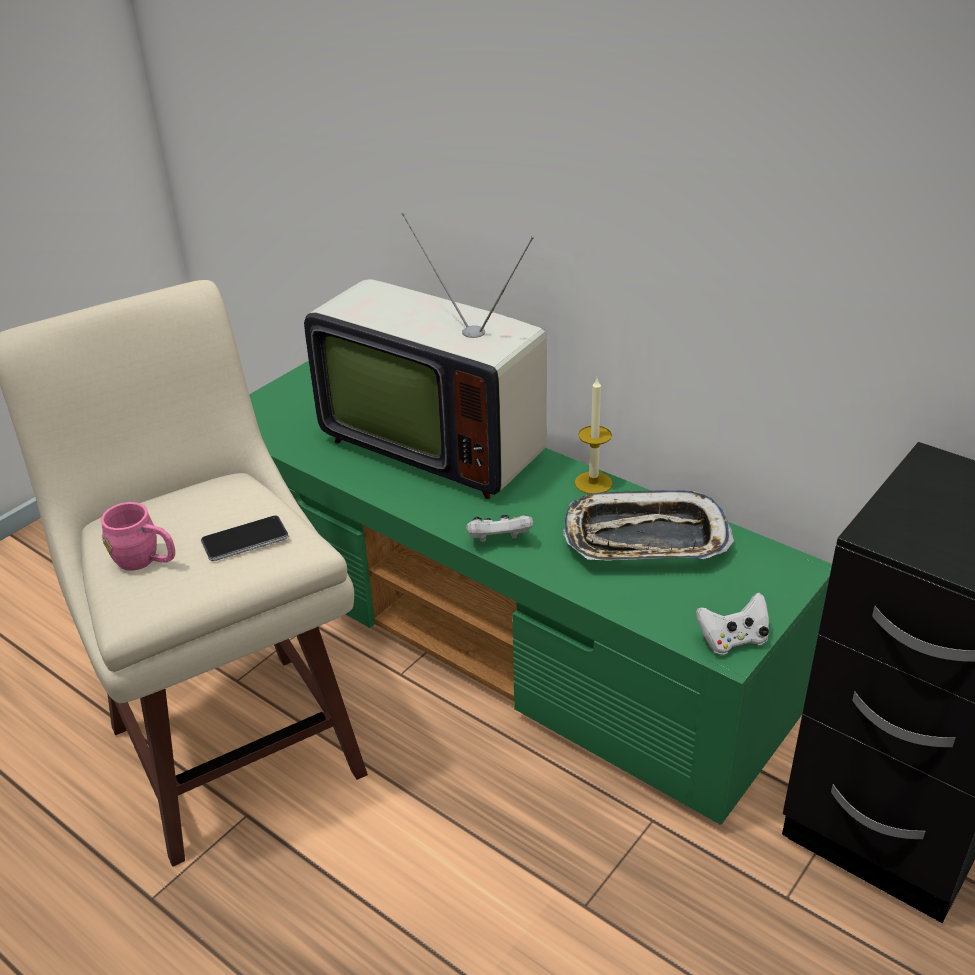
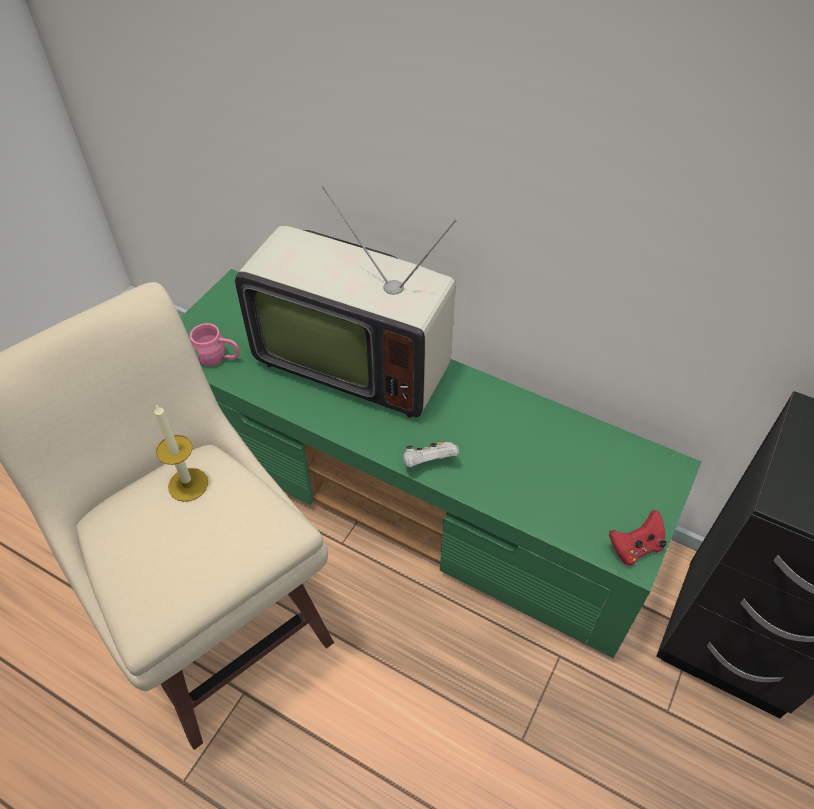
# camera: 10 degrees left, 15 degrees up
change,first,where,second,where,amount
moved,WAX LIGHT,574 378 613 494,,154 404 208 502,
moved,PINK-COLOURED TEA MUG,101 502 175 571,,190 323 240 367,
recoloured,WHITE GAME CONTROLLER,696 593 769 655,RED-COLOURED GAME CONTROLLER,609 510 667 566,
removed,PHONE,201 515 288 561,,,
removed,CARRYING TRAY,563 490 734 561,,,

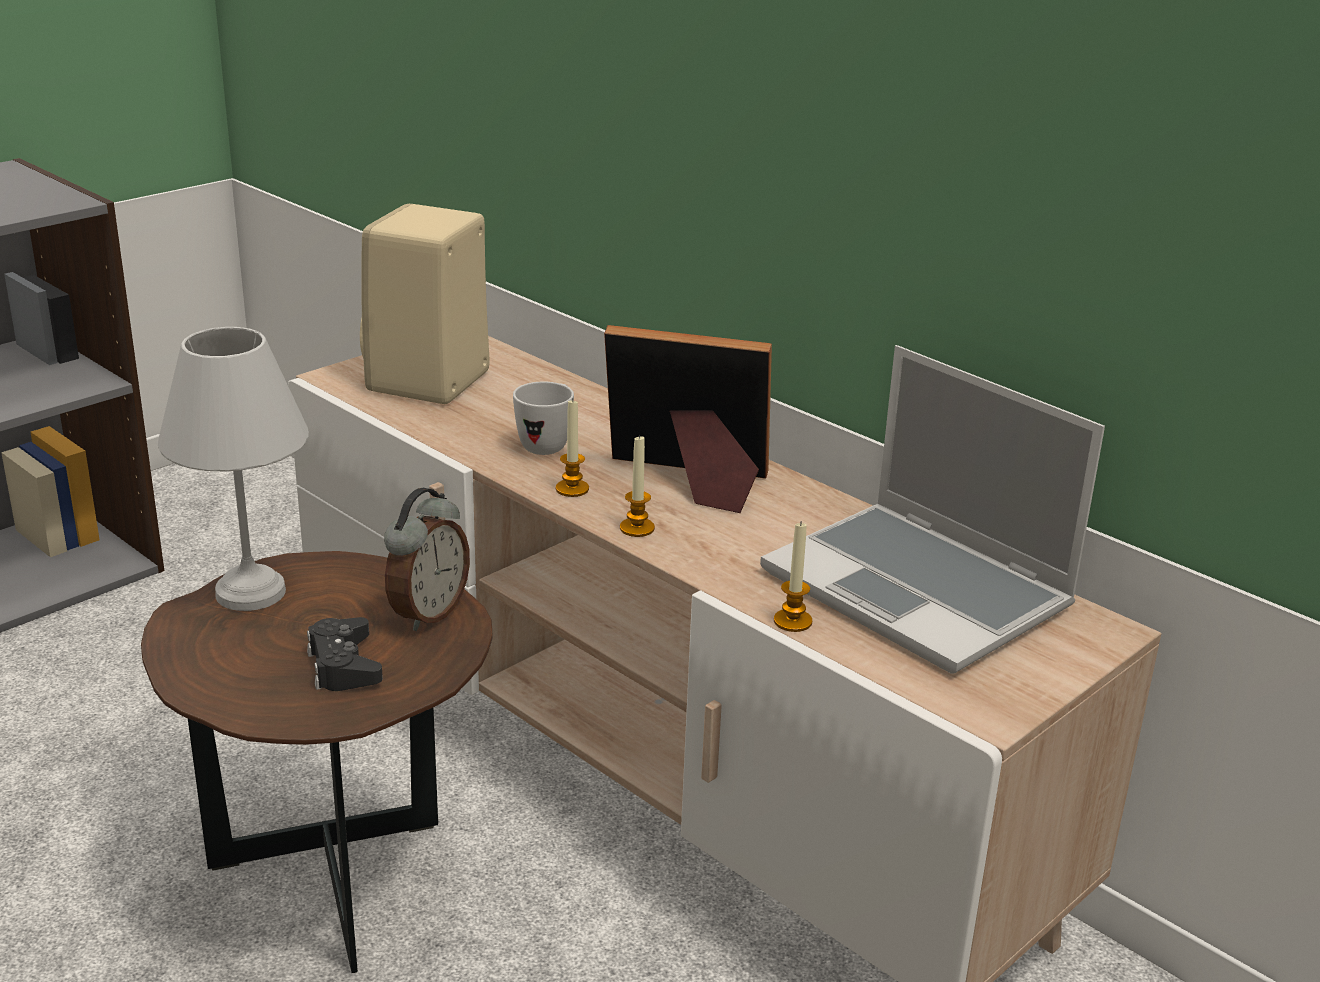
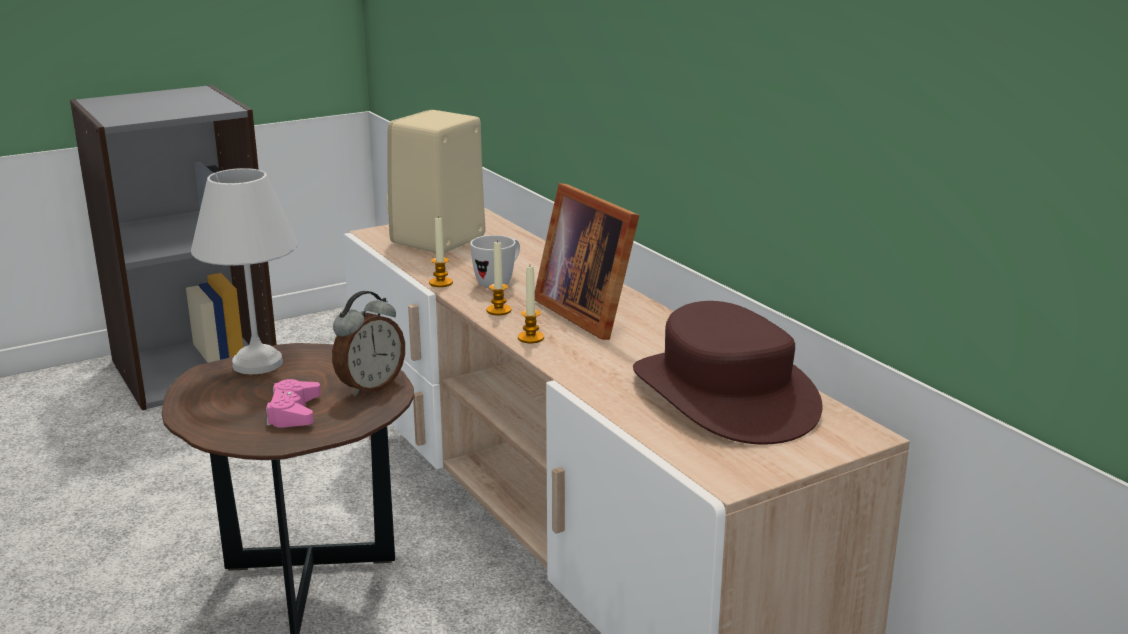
# camera: 15 degrees right, 5 degrees down
change,first,where,second,where,amount
recoloured,BLACK-COLOURED GAME CONTROLLER,307 617 383 691,PINK-COLOURED GAME CONTROLLER,266 379 321 428,
moved,WAX LIGHT,774 521 812 632,,429 217 453 287,
turned,STANDING FRAME,604 325 772 513,,535 183 639 340,150 degrees counterclockwise
replaced,NOTEBOOK COMPUTER,760 345 1105 673,BROWN CLOTHING HAT,633 301 823 445,

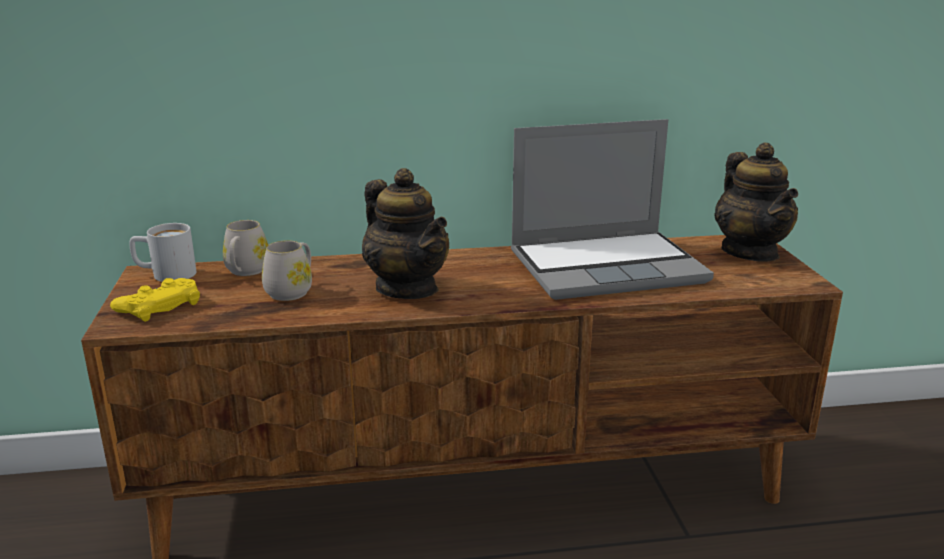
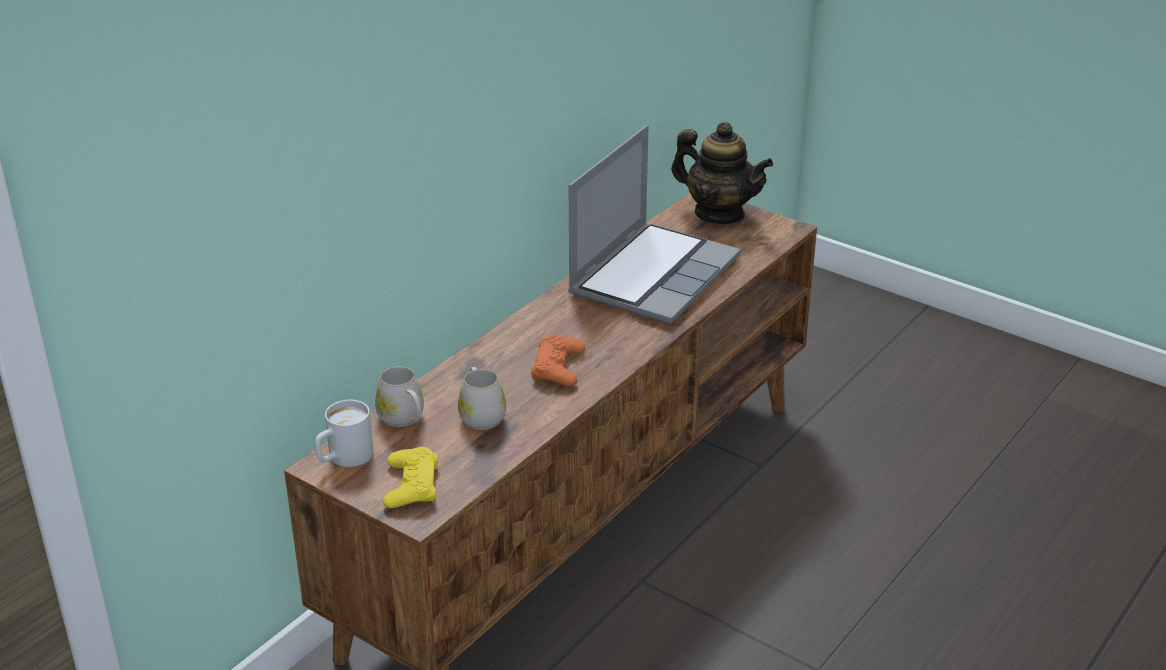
# camera: 45 degrees left, 10 degrees up
change,first,where,second,where,amount
replaced,TEA POT,362 168 449 299,ORANGE-COLOURED GAME CONTROLLER,531 334 586 386,

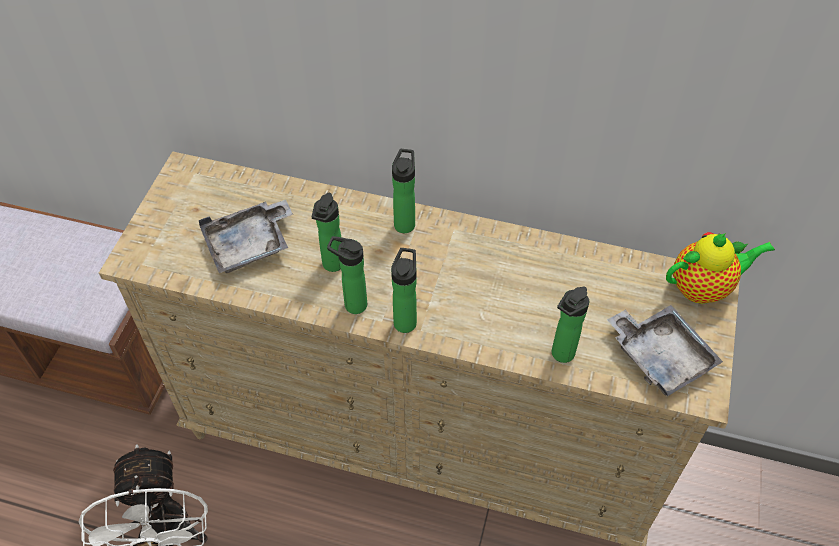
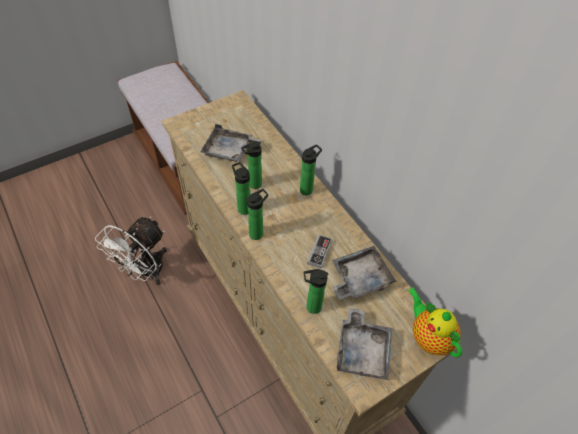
# camera: 40 degrees right, 0 degrees up
change,first,where,second,where,amount
added,,,GAME CONTROLLER,307 234 332 269,
added,,,GREY CARRYING TRAY,332 246 396 300,
turned,TEA POT,666 232 775 304,,407 287 462 358,150 degrees counterclockwise

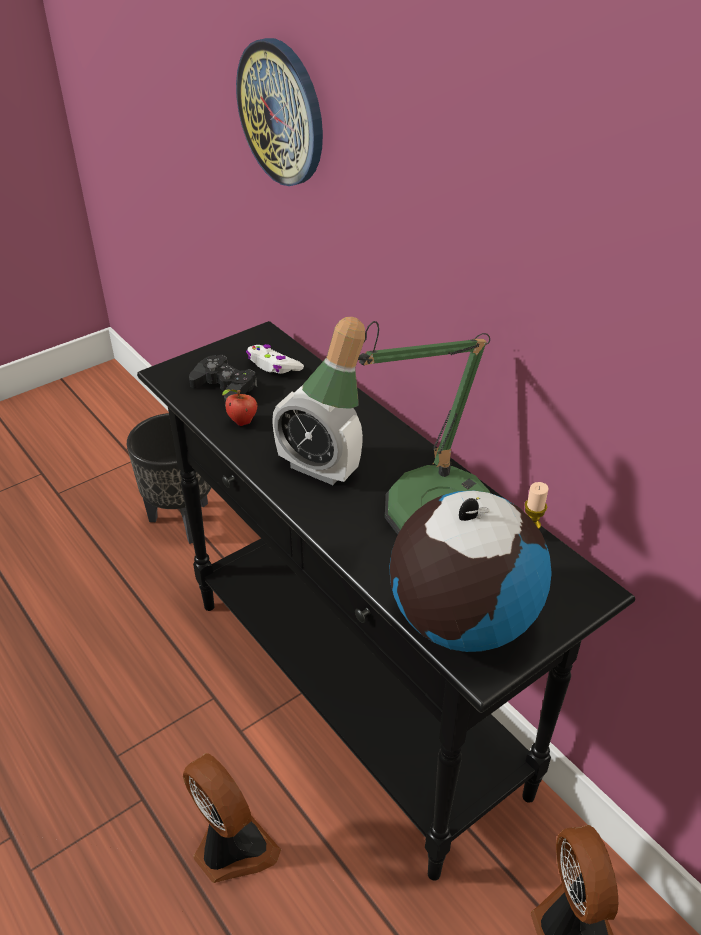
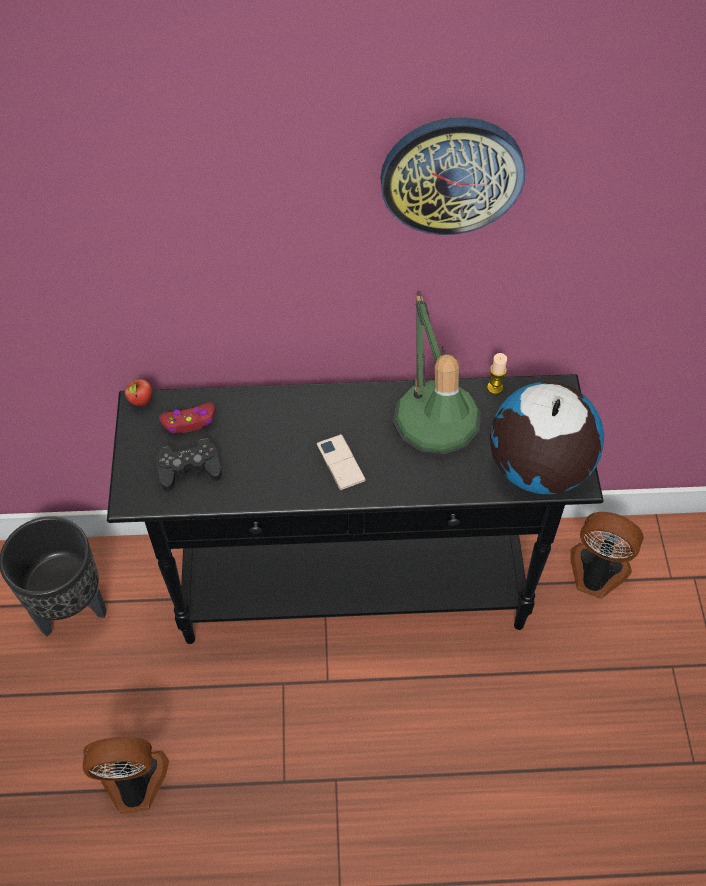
# camera: 55 degrees left, 15 degrees up
change,first,where,second,where,amount
moved,COOLING FAN,183 753 281 883,,83 737 169 814,
moved,WHOLE APPLE,222 389 257 426,,125 379 152 406,
recoloured,WHITE GAME CONTROLLER,246 344 304 374,RED-COLOURED GAME CONTROLLER,159 403 215 433,
replaced,TABLE CLOCK,272 385 363 485,PHONE,317 434 366 490,
moved,WALL CLOCK,236 38 323 186,,380 117 525 235,

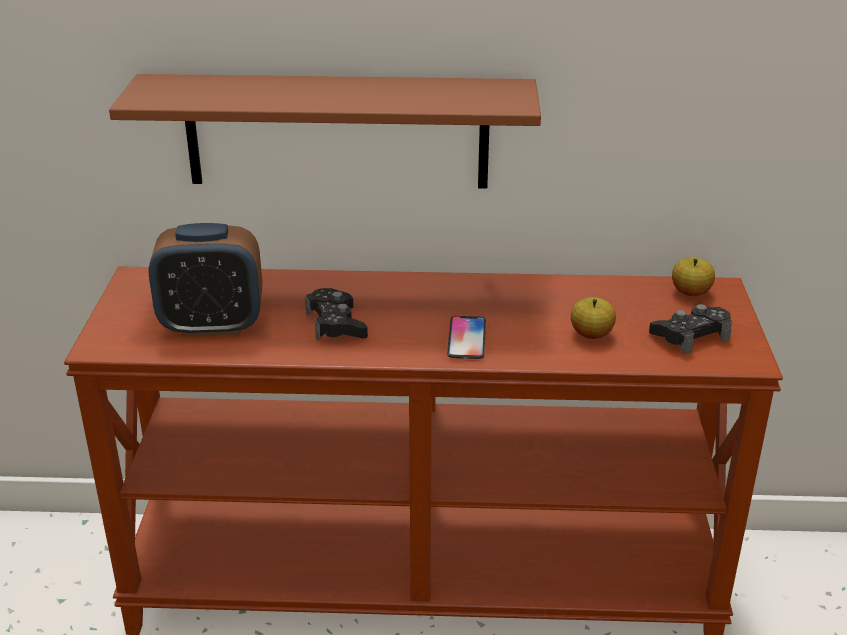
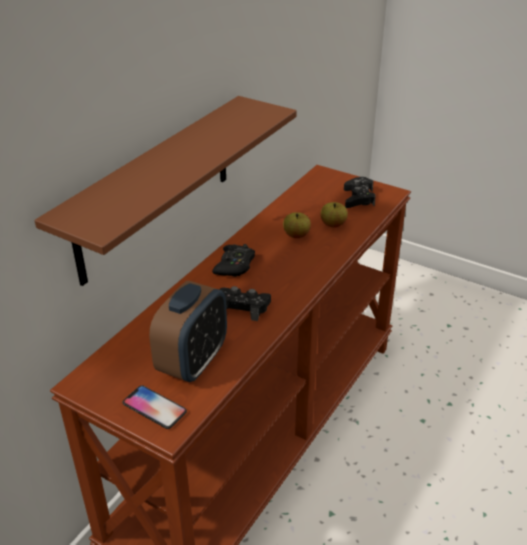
# camera: 60 degrees left, 5 degrees up
change,first,where,second,where,amount
moved,PHONE,447 316 486 359,,123 386 187 429,
added,,,BLACK-COLOURED GAME CONTROLLER,212 244 255 277,
moved,WHOLE APPLE,672 258 715 296,,283 212 311 238,

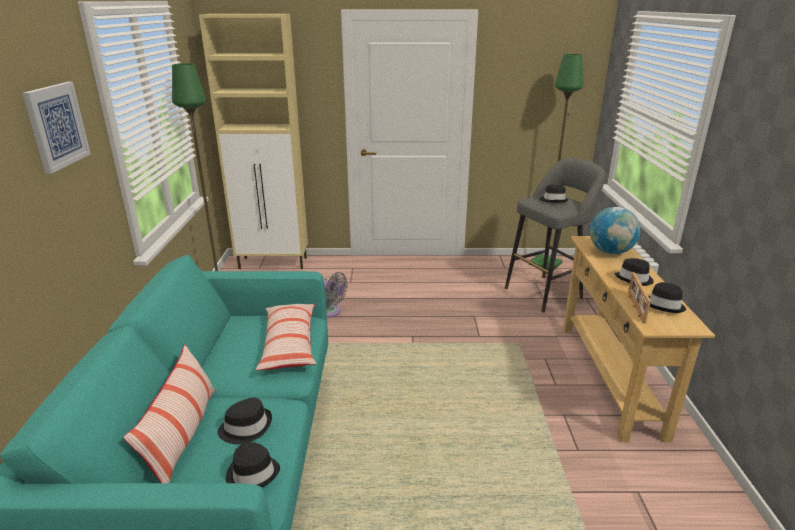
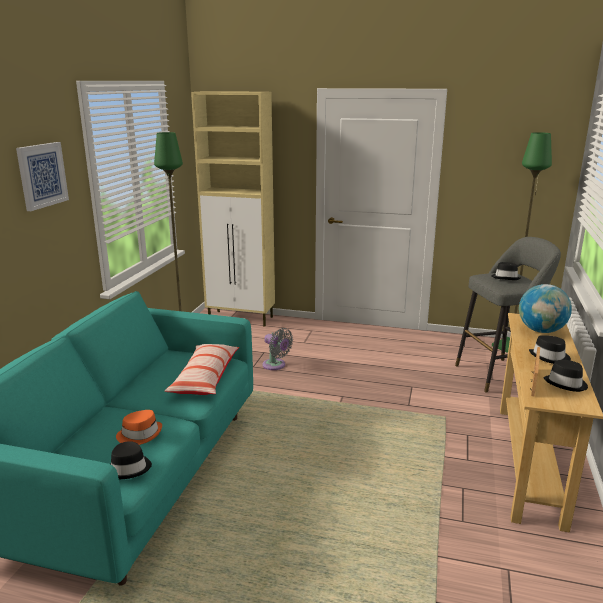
# camera: 15 degrees right, 5 degrees down
change,first,where,second,where,amount
recoloured,BLACK-COLOURED CLOTHING HAT,217 398 272 444,ORANGE-COLOURED CLOTHING HAT,116 410 162 445,
removed,PILLOW,123 344 216 483,,,

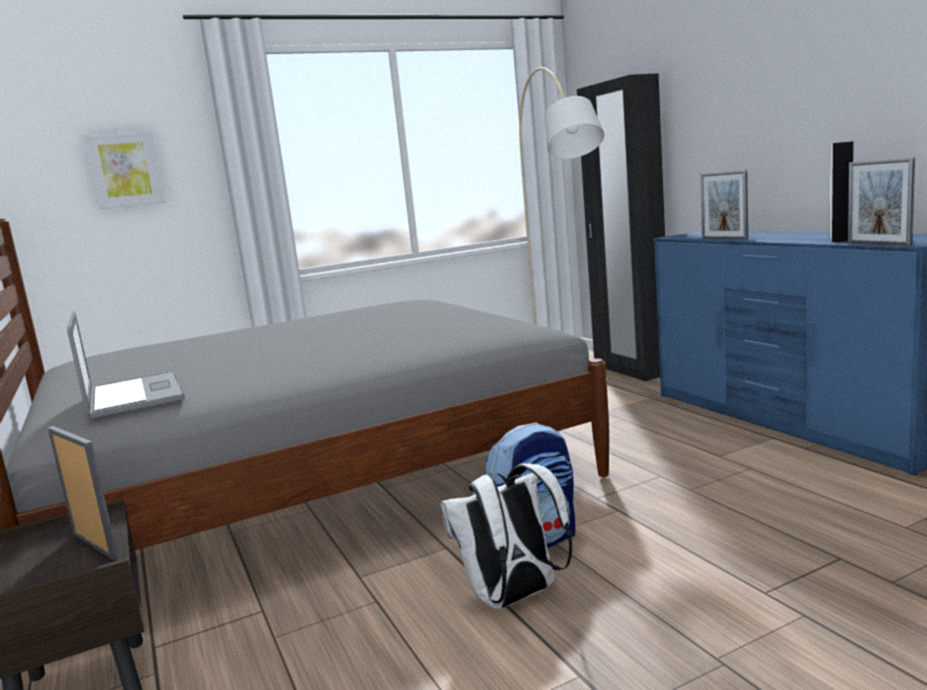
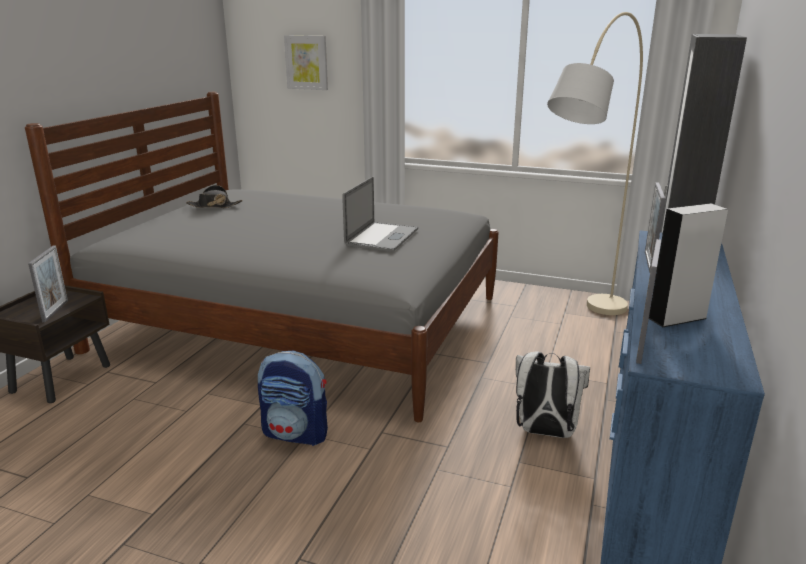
# camera: 45 degrees right, 10 degrees up
change,first,where,second,where,amount
added,,,BLACK-COLOURED CLOTHING HAT,186 185 243 208,
moved,NOTEBOOK COMPUTER,67 311 185 418,,342 176 418 252,
moved,WHITE KNAPSACK,440 463 573 609,,516 351 590 438,

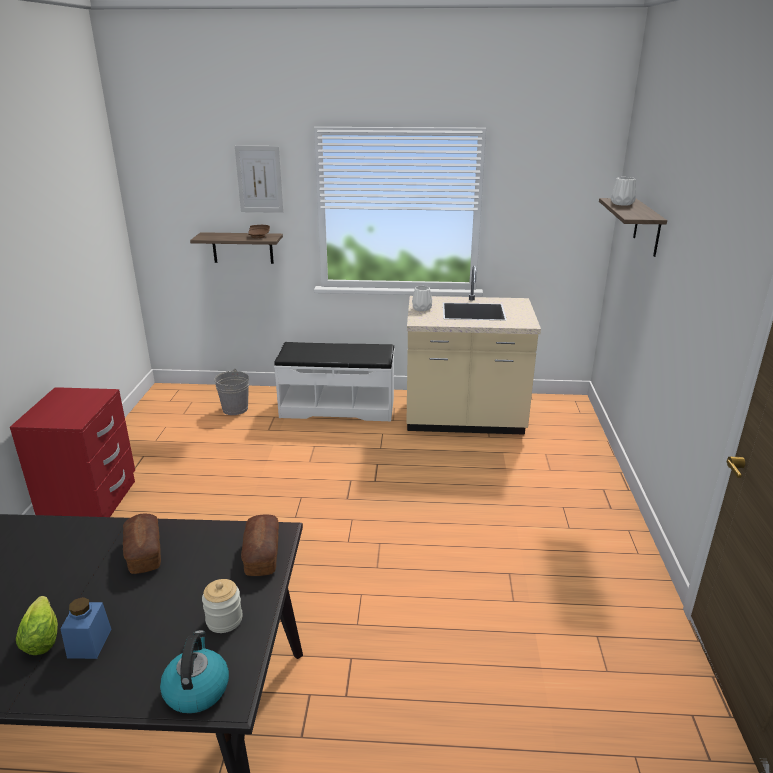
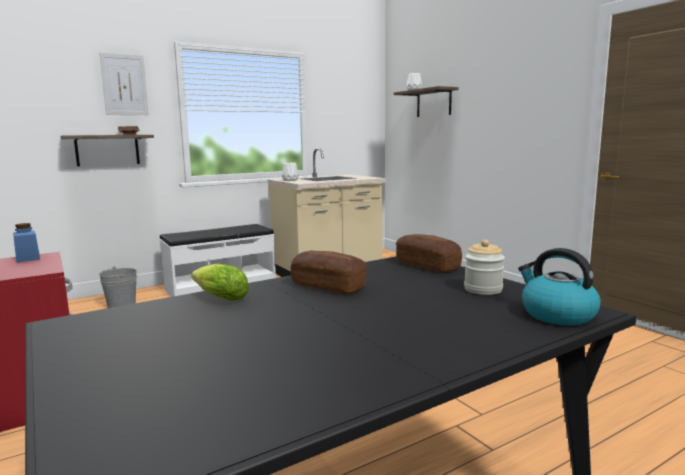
# camera: 35 degrees left, 15 degrees down
change,first,where,second,where,amount
moved,BLUE JAR,60 597 111 659,,13 223 40 263,
moved,HEAD OF LETTUCE,16 596 58 655,,191 264 249 301,

